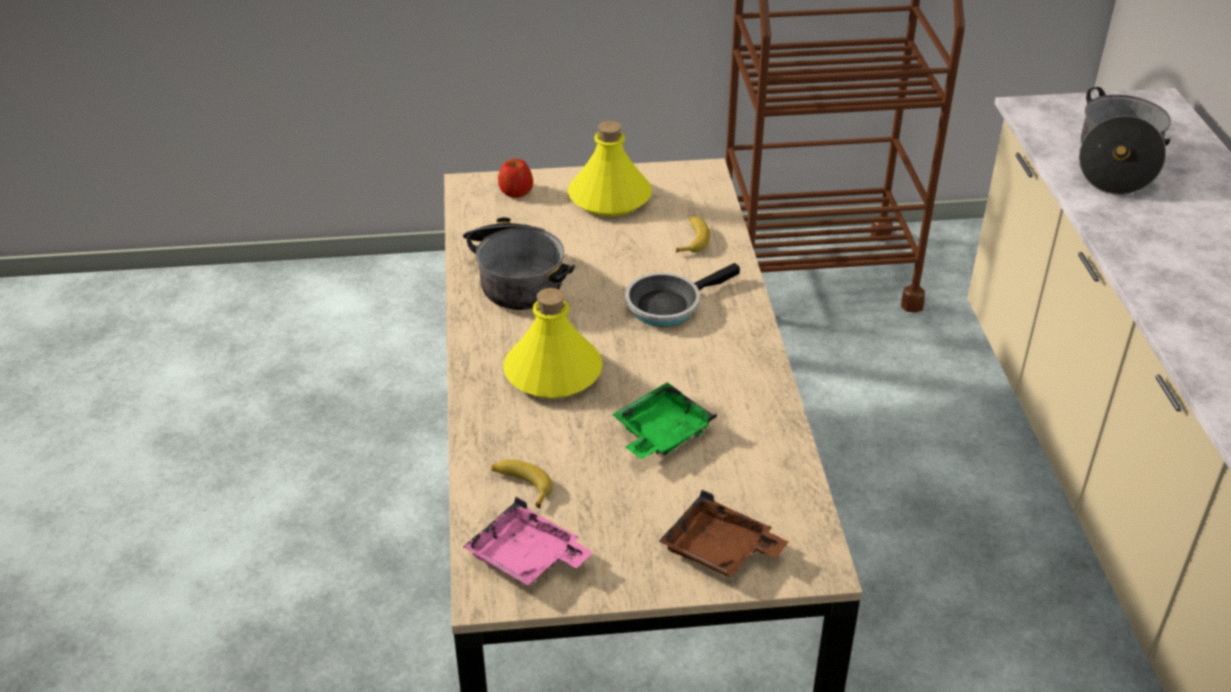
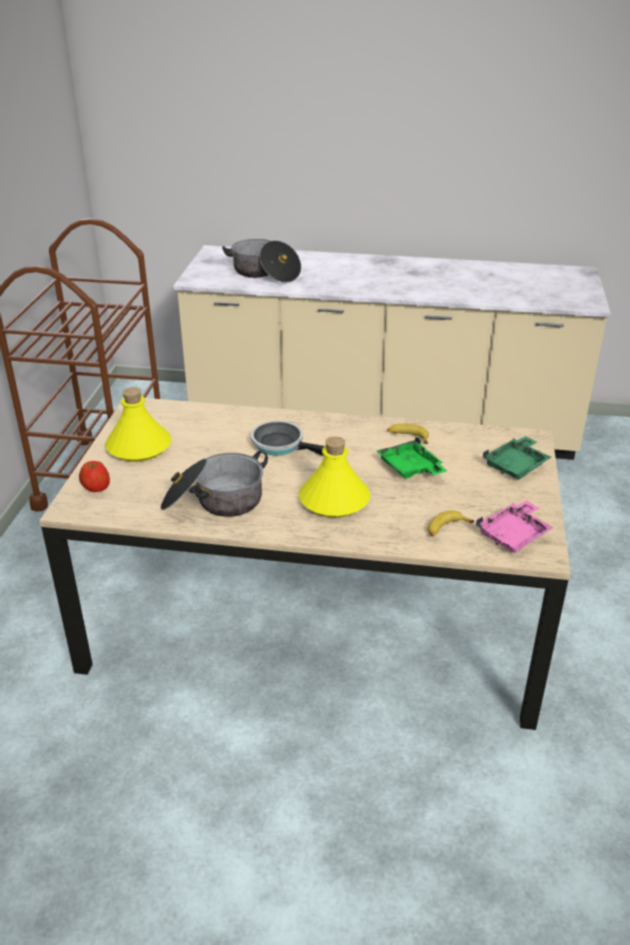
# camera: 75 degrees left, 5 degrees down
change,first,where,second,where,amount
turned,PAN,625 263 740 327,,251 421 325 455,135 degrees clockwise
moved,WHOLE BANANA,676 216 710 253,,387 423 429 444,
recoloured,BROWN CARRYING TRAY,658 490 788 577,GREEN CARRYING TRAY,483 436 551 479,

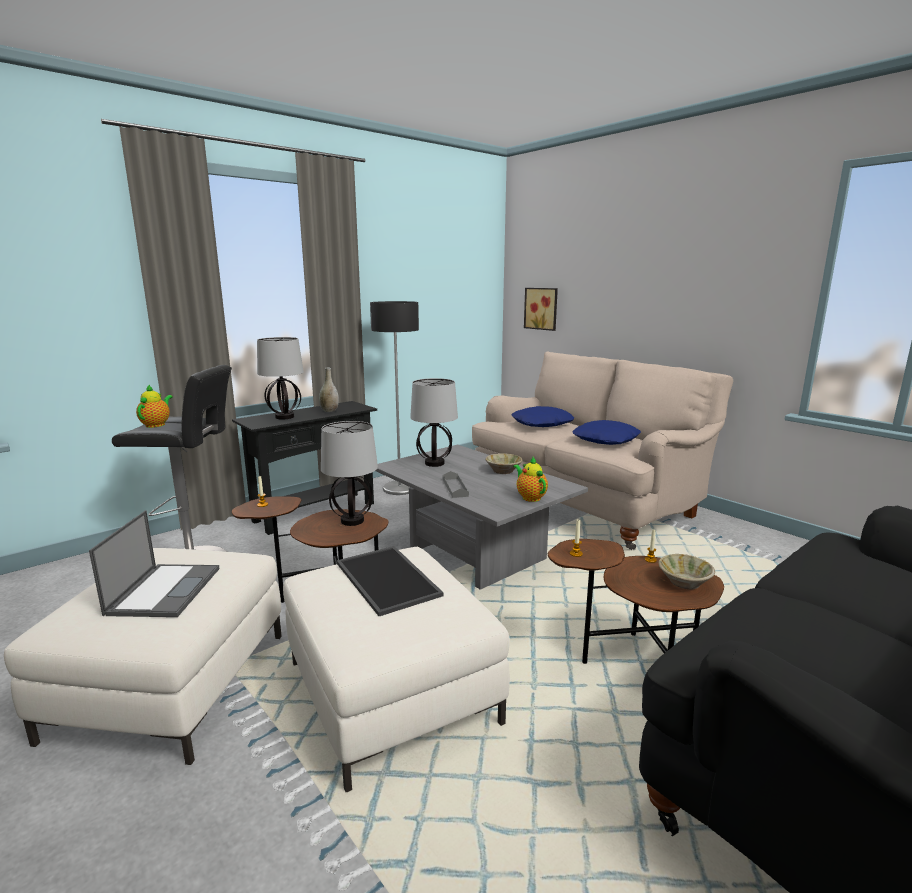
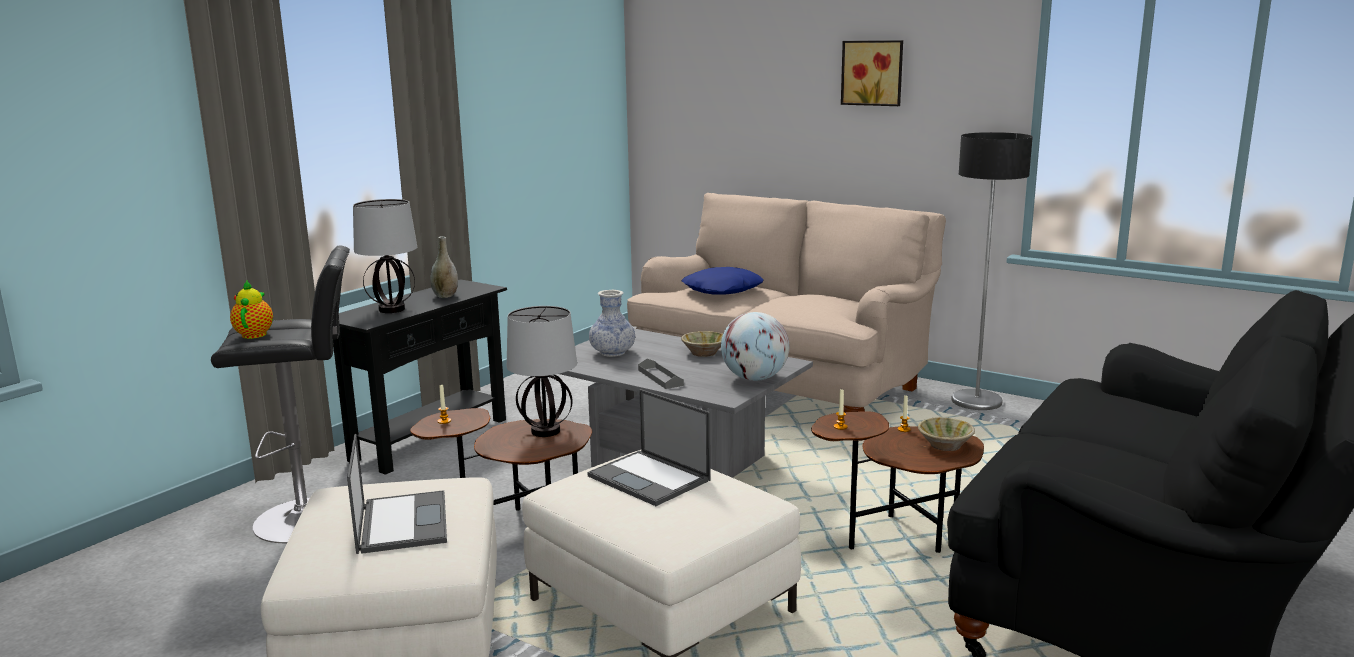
# camera: 15 degrees left, 0 degrees up
change,first,where,second,where,amount
replaced,CARRYING TRAY,337 546 443 616,NOTEBOOK COMPUTER,588 389 711 506,
replaced,LAMP FOR A TABLE,410 378 458 467,FLOWER VASE,589 290 635 357,
replaced,TEA POT,513 457 548 502,GLOBE,721 312 789 381,
moved,WALL ART,524 288 558 331,,841 40 903 106,
moved,STANDING LAMP,370 301 419 495,,951 132 1033 410,
removed,BLUE PILLOW,572 420 641 445,,,

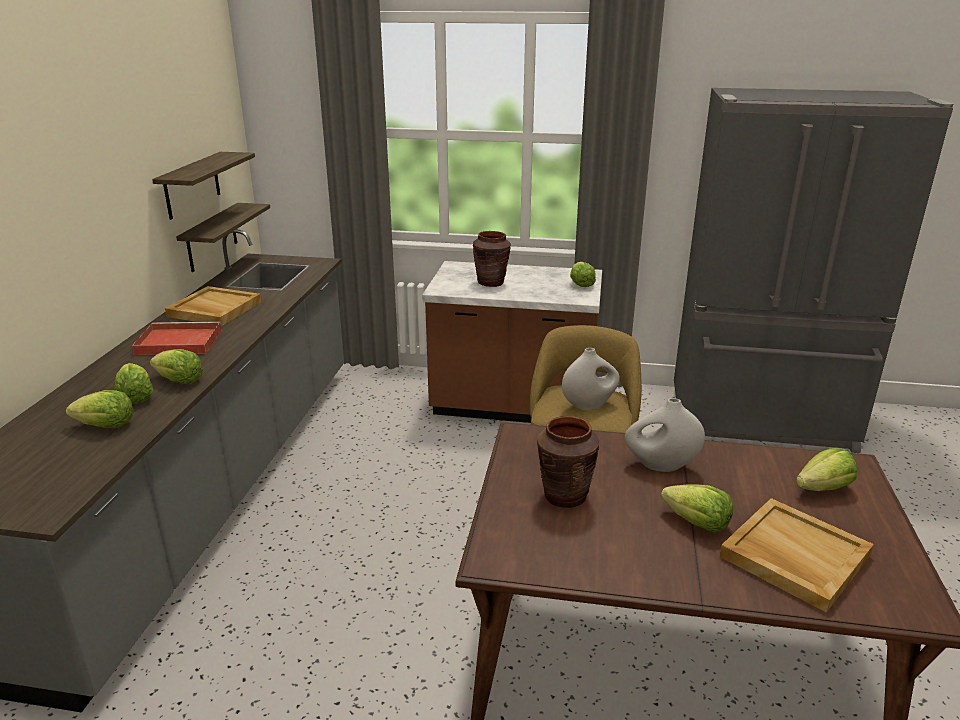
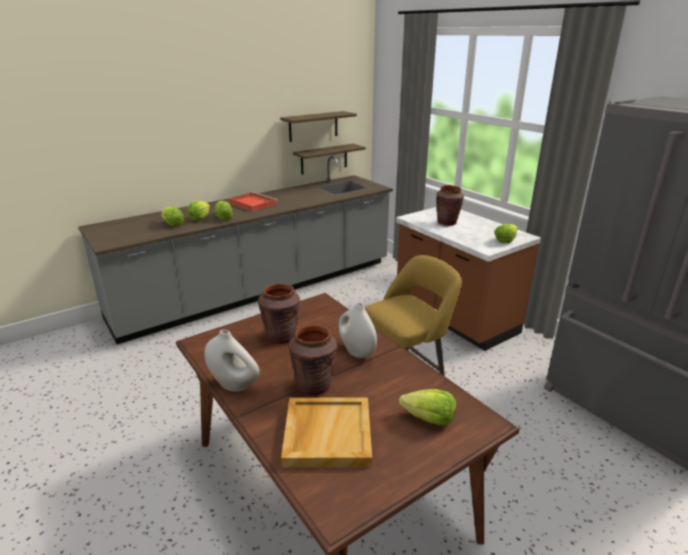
# camera: 45 degrees right, 0 degrees up
change,first,where,second,where,amount
moved,WHITE FLOWER VASE,562 348 620 410,,204 330 260 392,
replaced,HEAD OF LETTUCE,661 484 733 532,BROWN FLOWER VASE,288 325 337 396,
removed,SAND-COLOURED CARRYING TRAY,165 286 261 326,,,

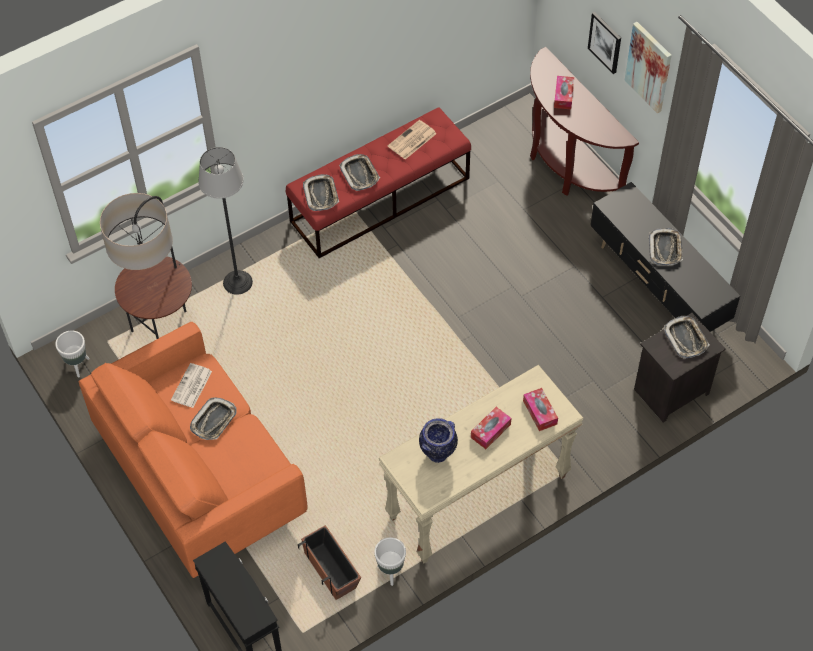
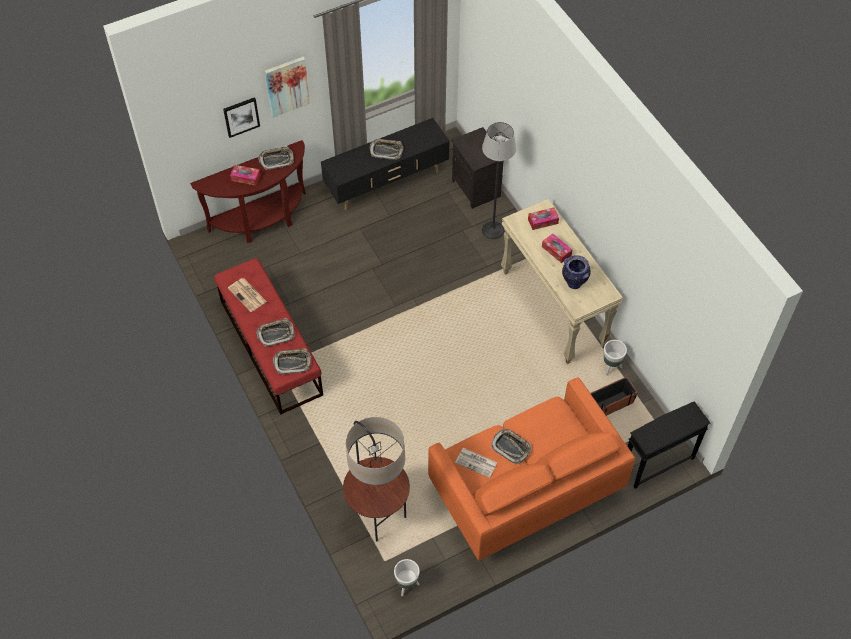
# camera: 85 degrees left, 0 degrees up
change,first,where,second,where,amount
moved,CARRYING TRAY,663 316 710 359,,258 146 294 170,
moved,STANDING LAMP,198 147 253 295,,482 122 516 239,

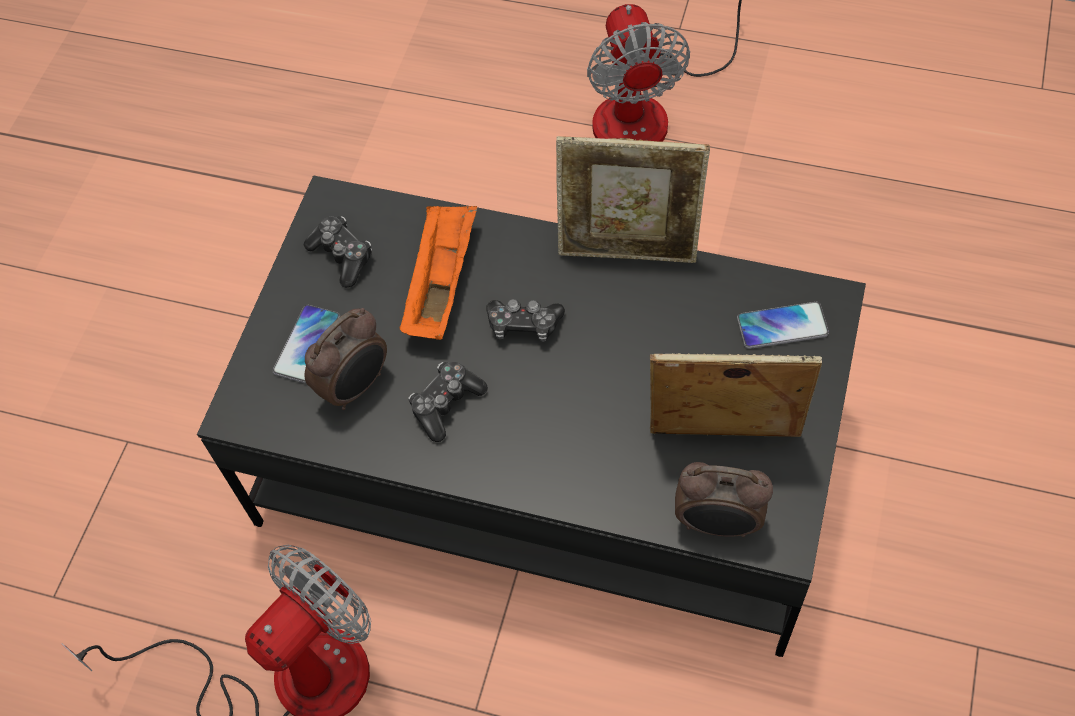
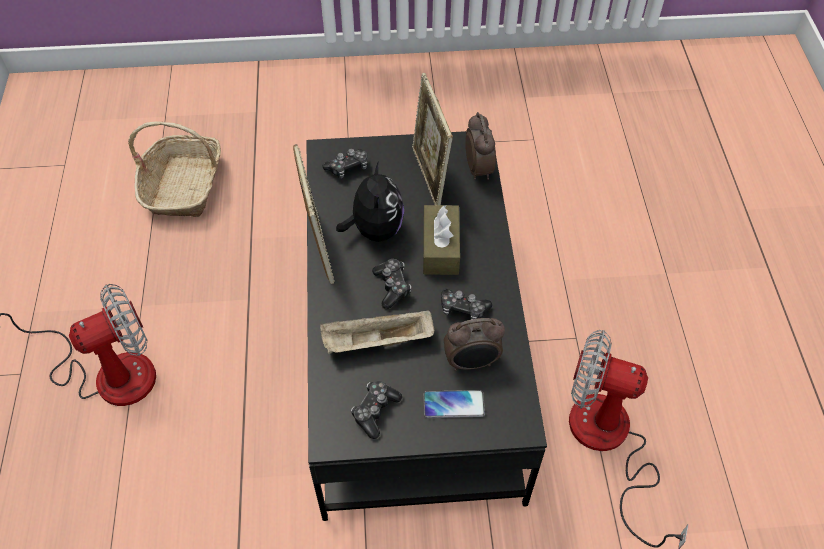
# camera: 115 degrees left, 5 degrees down
change,first,where,second,where,amount
added,,,BASKET,128 122 221 217,
recoloured,ORANGE-COLOURED CARRYING TRAY,399 206 477 340,SAND-COLOURED CARRYING TRAY,320 310 434 354,
replaced,PHONE,737 302 829 349,GAME CONTROLLER,322 149 368 179,
added,,,PLUSH TOY,336 161 404 242,
added,,,BROWN TISSUE HOLDER,423 205 460 275,
turned,TABLE CLOCK,305 308 387 410,,444 318 505 371,150 degrees clockwise

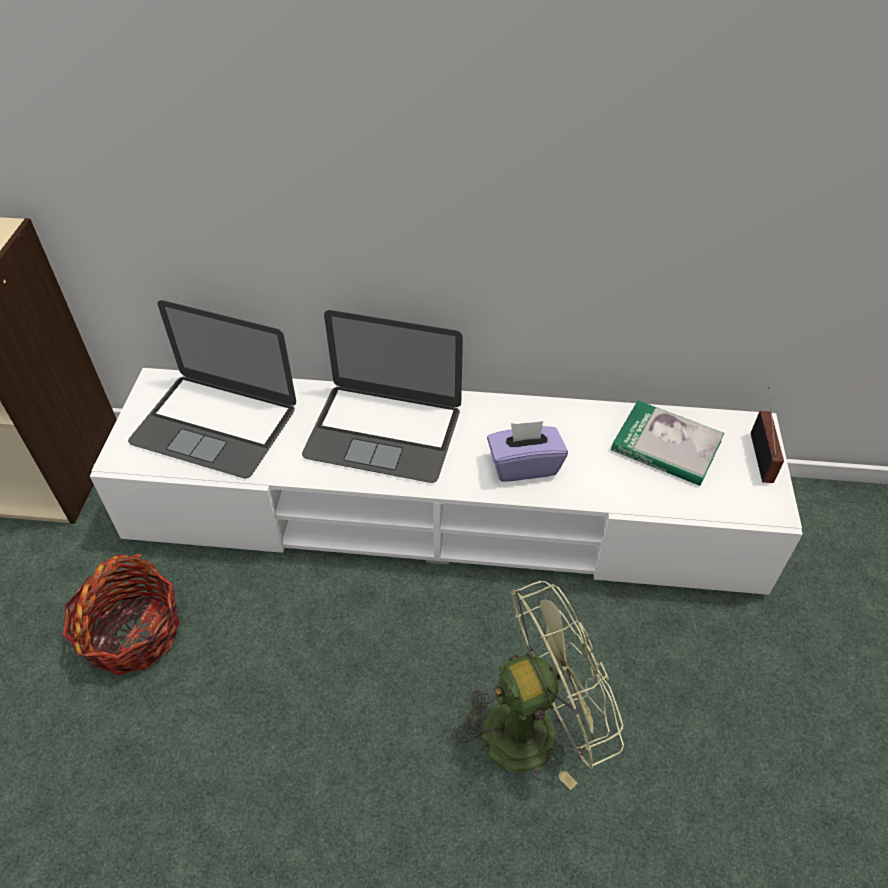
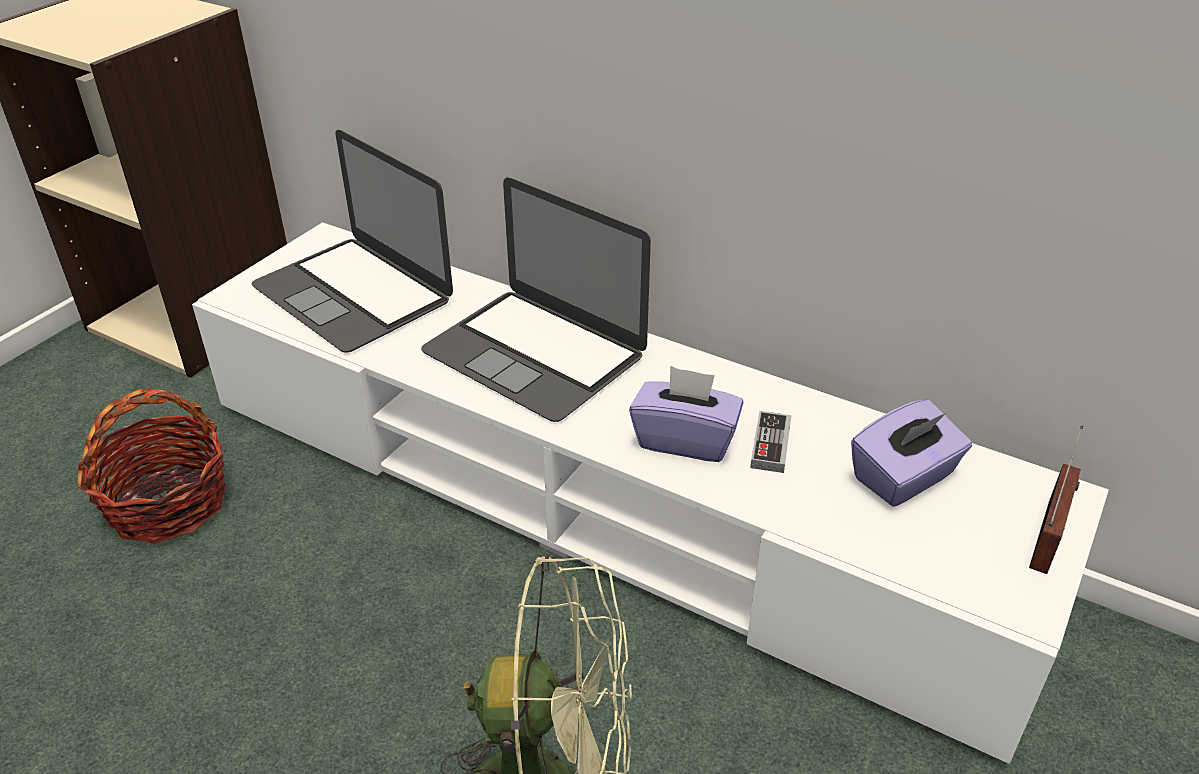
# camera: 25 degrees right, 10 degrees down
change,first,where,second,where,amount
added,,,GAME CONTROLLER,750 411 792 473,
replaced,BOOK,611 401 724 486,PURPLE TISSUE HOLDER,851 399 972 507,

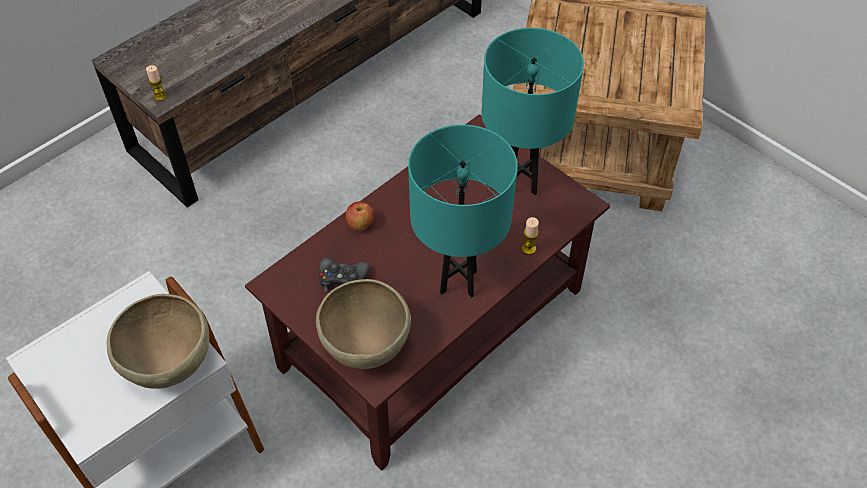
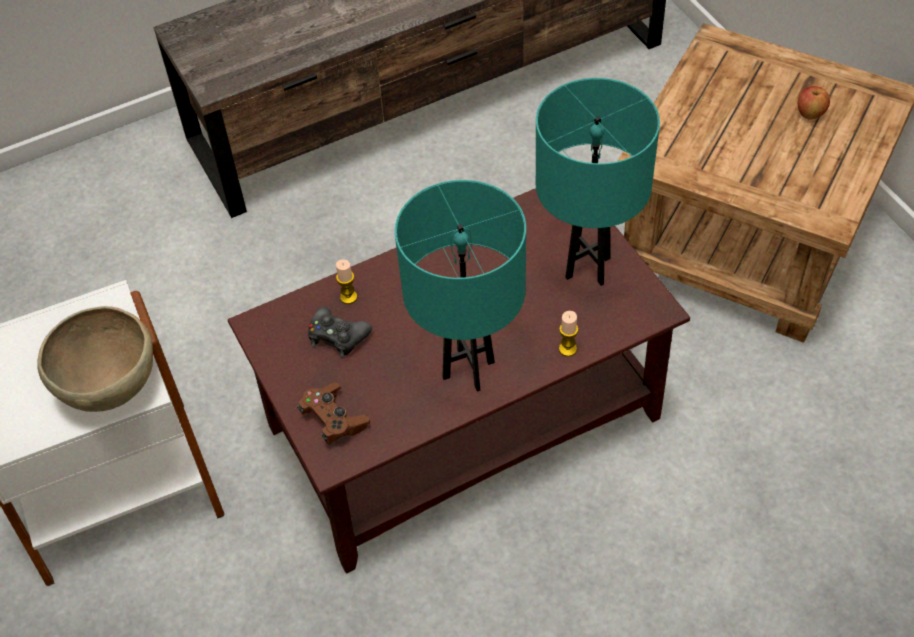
# camera: 20 degrees right, 0 degrees up
change,first,where,second,where,amount
replaced,BROWN BOWL,316 279 411 369,BROWN GAME CONTROLLER,297 382 370 445,
moved,WAX LIGHT,146 65 167 101,,336 260 357 304,
moved,WHOLE APPLE,346 201 374 231,,798 86 830 120,

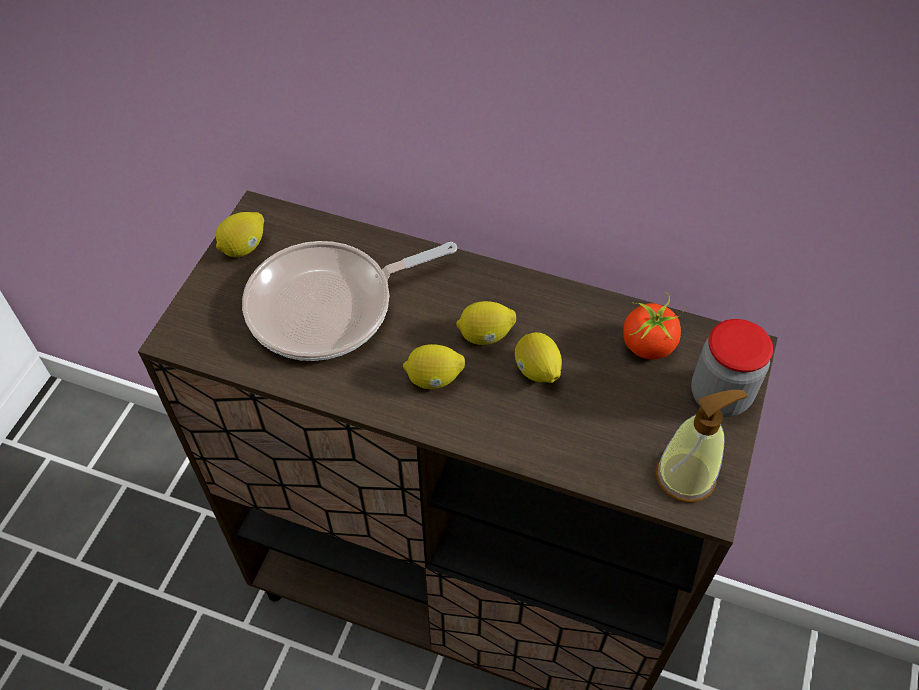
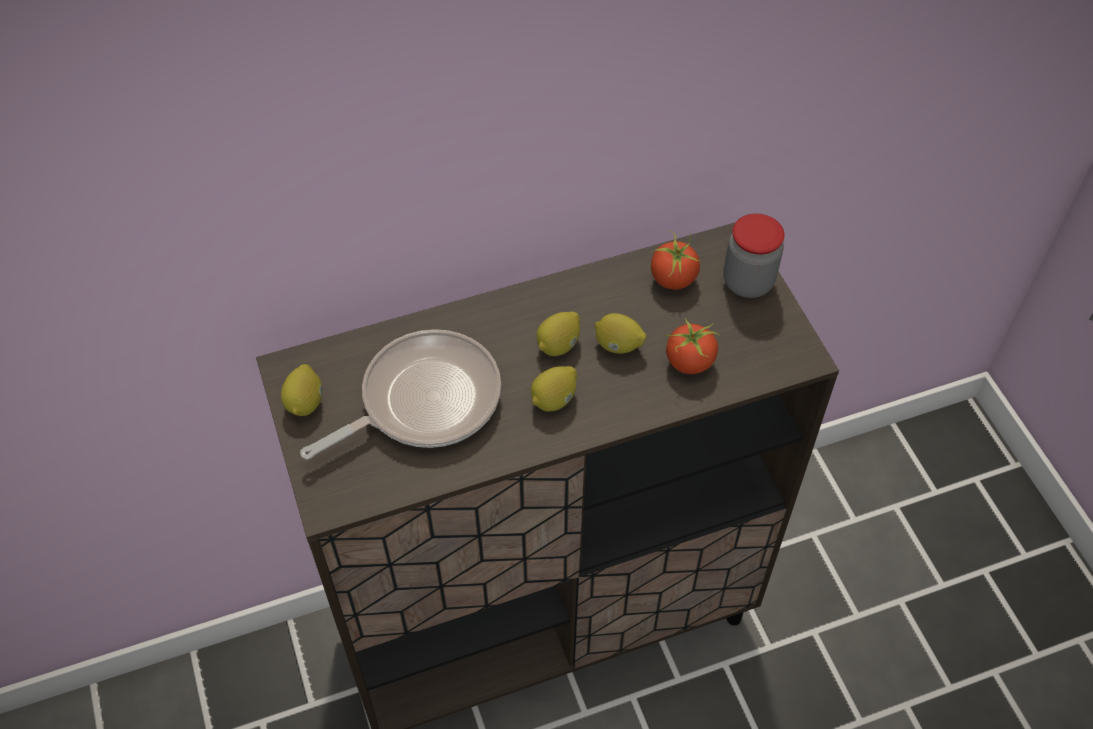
# camera: 40 degrees left, 0 degrees up
change,first,where,second,where,amount
turned,PAN,242 241 457 361,,300 329 501 460,150 degrees counterclockwise
added,,,TOMATO,665 318 720 374,
removed,LIQUID SOAP BOTTLE,655 390 747 503,,,

